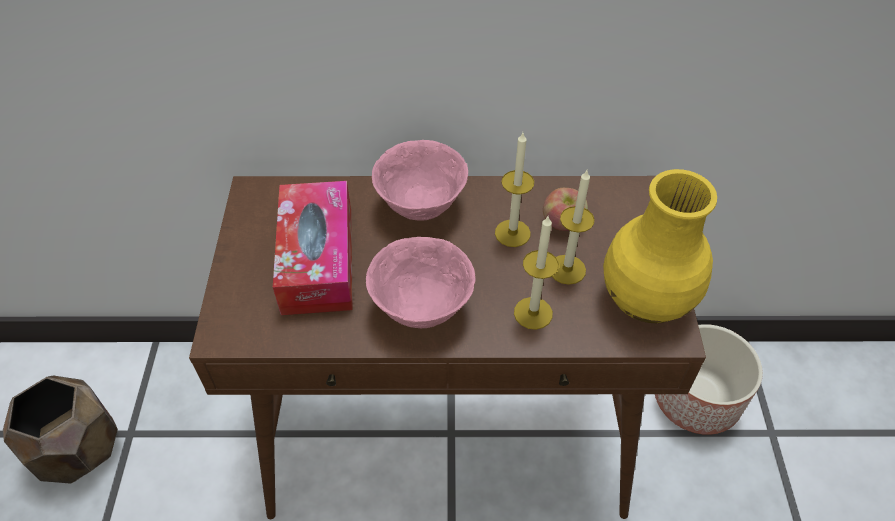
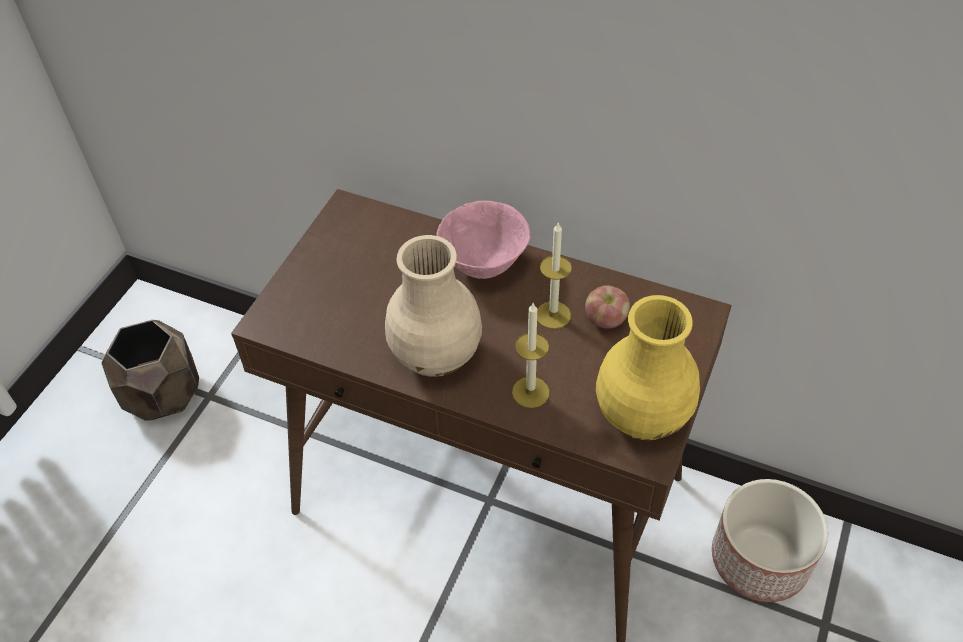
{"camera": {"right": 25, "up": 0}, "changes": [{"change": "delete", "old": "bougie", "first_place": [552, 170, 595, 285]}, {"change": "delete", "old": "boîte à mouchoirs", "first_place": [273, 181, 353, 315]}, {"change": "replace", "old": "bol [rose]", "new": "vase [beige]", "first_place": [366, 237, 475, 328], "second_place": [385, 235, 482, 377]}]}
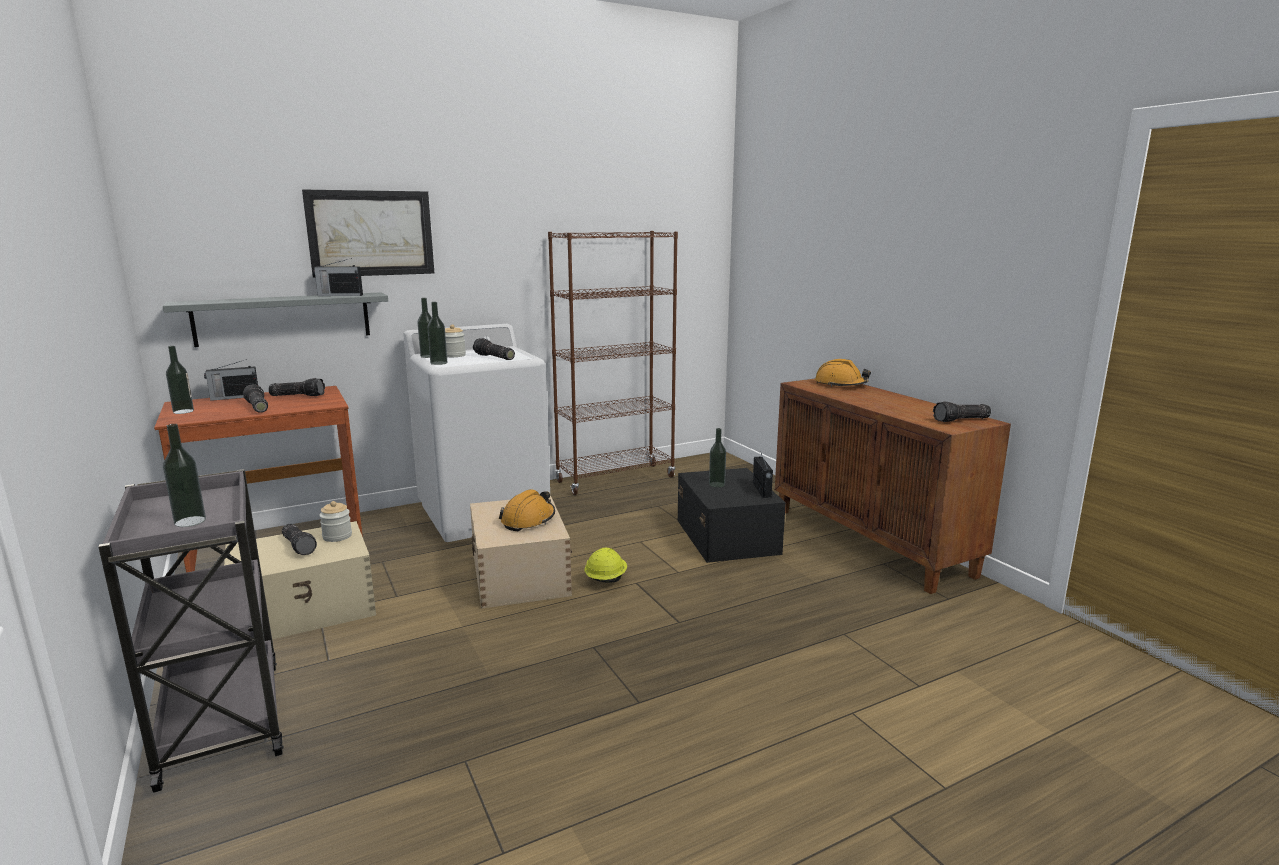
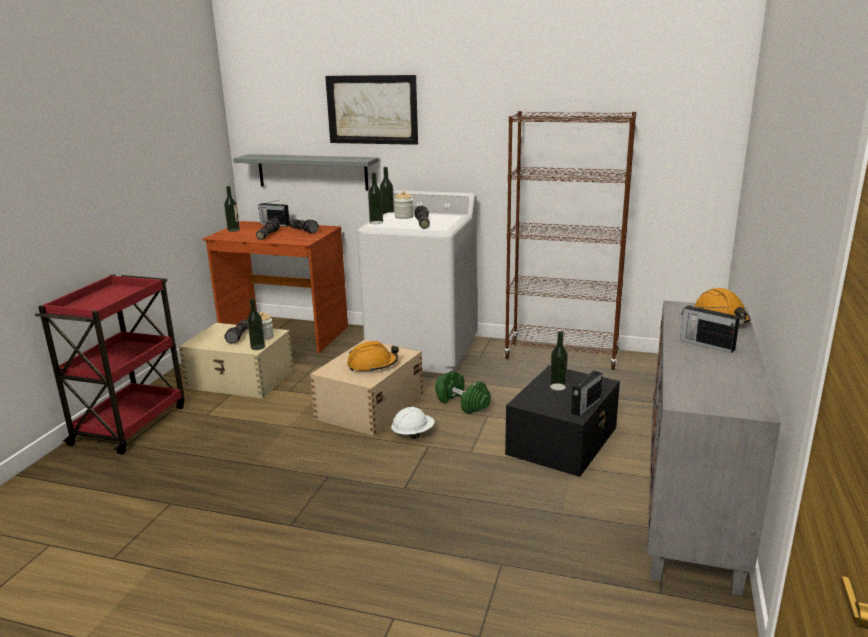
{"camera": {"right": 45, "up": 5}, "changes": [{"change": "move", "old": "radio", "first_place": [313, 258, 363, 296], "second_place": [680, 305, 740, 353]}, {"change": "recolor", "old": "meuble de rangement [marron]", "new": "meuble de rangement [gris]", "first_place": [775, 379, 1011, 594], "second_place": [647, 301, 781, 596]}, {"change": "delete", "old": "lampe de poche", "first_place": [933, 401, 991, 422]}, {"change": "move", "old": "bouteille", "first_place": [163, 424, 206, 527], "second_place": [247, 298, 265, 350]}, {"change": "recolor", "old": "chariot [gris]", "new": "chariot [rouge]", "first_place": [98, 469, 284, 793], "second_place": [35, 274, 185, 455]}, {"change": "recolor", "old": "casque de chantier [jaune]", "new": "casque de chantier [blanc]", "first_place": [584, 548, 627, 583], "second_place": [391, 407, 434, 439]}, {"change": "insert", "new": "haltère [vert]", "second_place": [435, 371, 491, 414]}]}
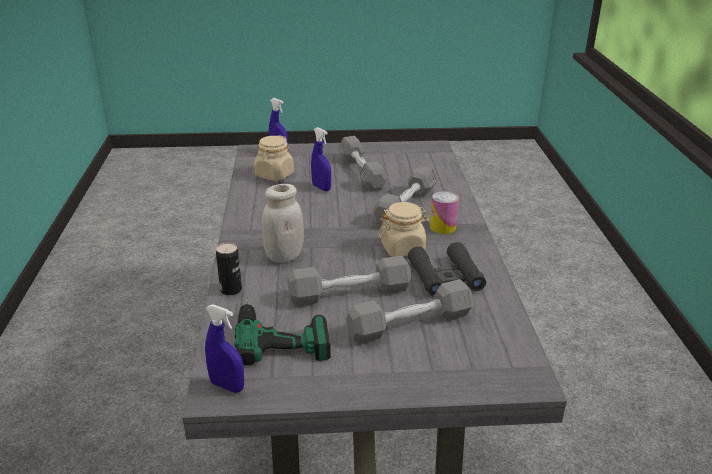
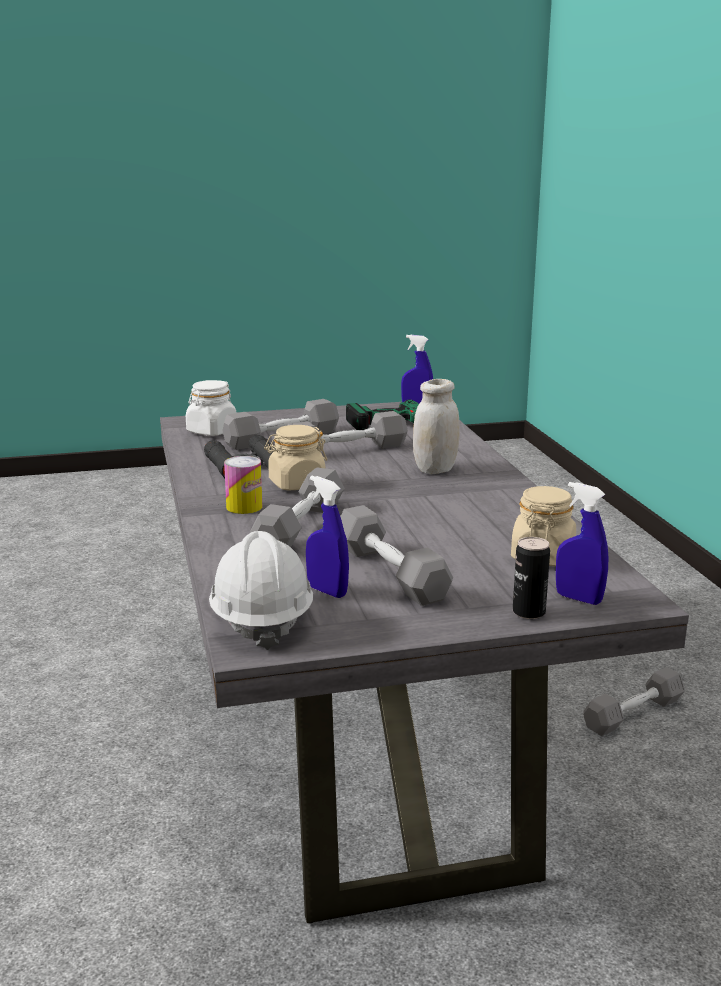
{"camera": {"right": 170, "up": -10}, "changes": [{"change": "move", "old": "vaporisateur [bleu]", "first_place": [311, 127, 331, 192], "second_place": [306, 476, 349, 598]}, {"change": "move", "old": "boîte métallique", "first_place": [216, 243, 242, 296], "second_place": [513, 537, 550, 619]}, {"change": "insert", "new": "bocal [blanc]", "second_place": [186, 380, 237, 436]}, {"change": "insert", "new": "casque de chantier [blanc]", "second_place": [209, 531, 313, 650]}, {"change": "insert", "new": "haltère [gris]", "second_place": [583, 667, 685, 736]}]}
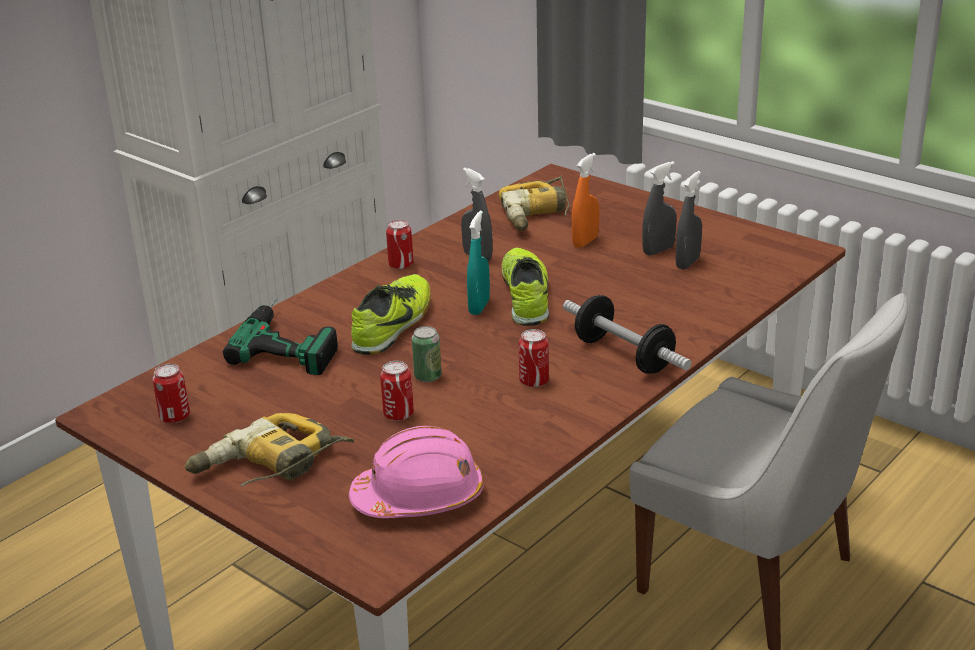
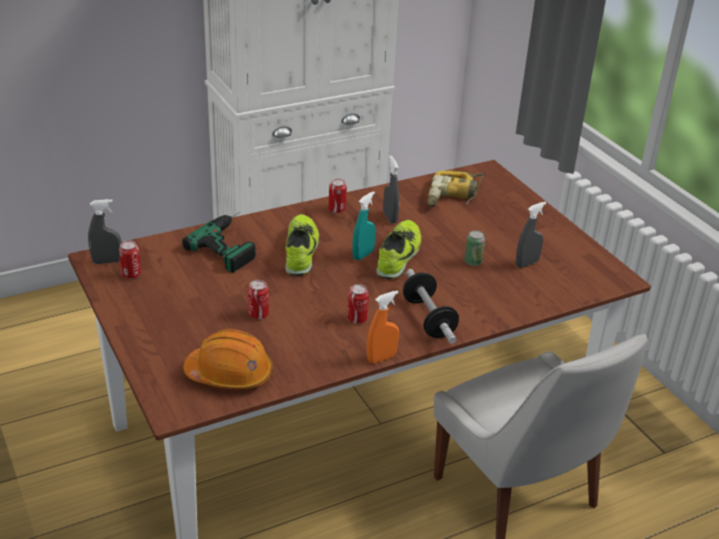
{"camera": {"right": 20, "up": 5}, "changes": [{"change": "move", "old": "vaporisateur [orange]", "first_place": [572, 153, 599, 248], "second_place": [367, 290, 399, 363]}, {"change": "move", "old": "vaporisateur [gris]", "first_place": [642, 161, 676, 255], "second_place": [88, 199, 122, 264]}, {"change": "rotate", "old": "chaussure", "first_place": [351, 274, 431, 355], "second_place": [285, 214, 319, 276], "degrees": -45}, {"change": "move", "old": "boîte métallique", "first_place": [412, 326, 442, 382], "second_place": [465, 230, 485, 266]}, {"change": "delete", "old": "perceuse", "first_place": [185, 413, 354, 486]}, {"change": "recolor", "old": "casque de chantier [rose]", "new": "casque de chantier [orange]", "first_place": [349, 426, 484, 518], "second_place": [183, 329, 273, 389]}]}
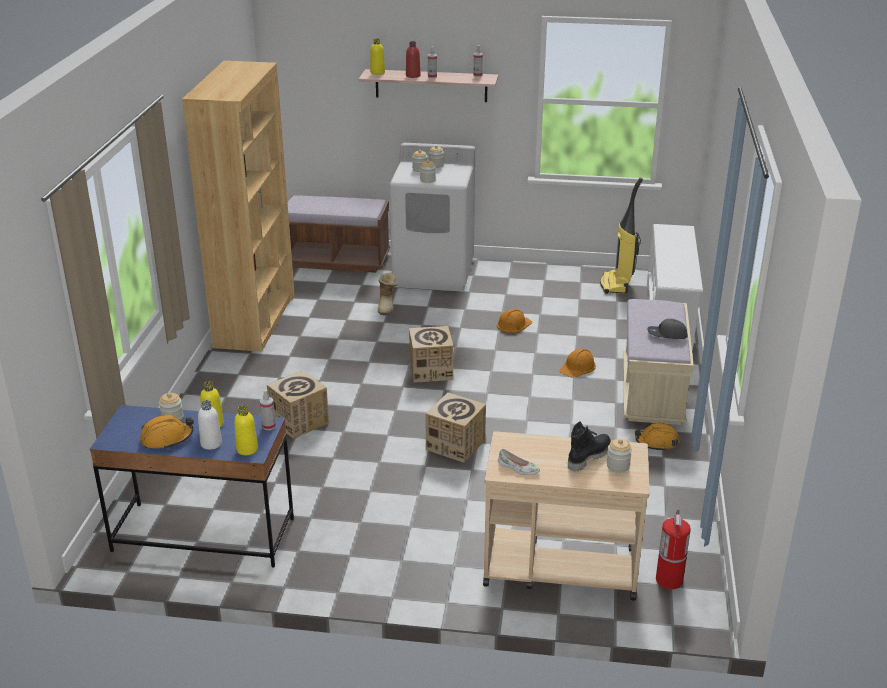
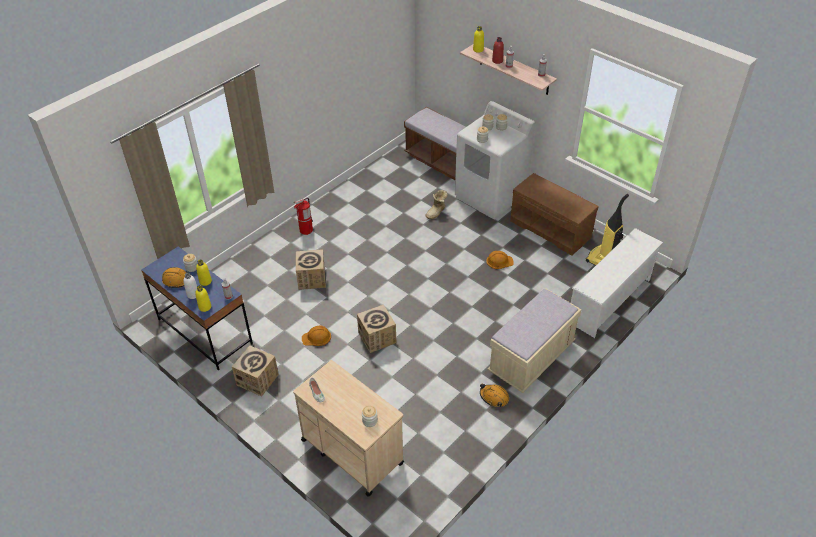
{"camera": {"right": 35, "up": 15}, "changes": [{"change": "delete", "old": "bibliothèque [marron]", "first_place": [182, 61, 295, 352]}, {"change": "delete", "old": "casquette [gris]", "first_place": [647, 319, 688, 339]}, {"change": "move", "old": "carton", "first_place": [409, 326, 453, 383], "second_place": [232, 345, 279, 397]}, {"change": "move", "old": "casque de chantier [orange]", "first_place": [560, 349, 596, 378], "second_place": [302, 325, 331, 346]}, {"change": "delete", "old": "botte [noir]", "first_place": [568, 421, 611, 472]}, {"change": "move", "old": "extincteur", "first_place": [656, 510, 691, 590], "second_place": [294, 198, 313, 235]}, {"change": "insert", "new": "banc [marron]", "second_place": [510, 173, 599, 255]}]}
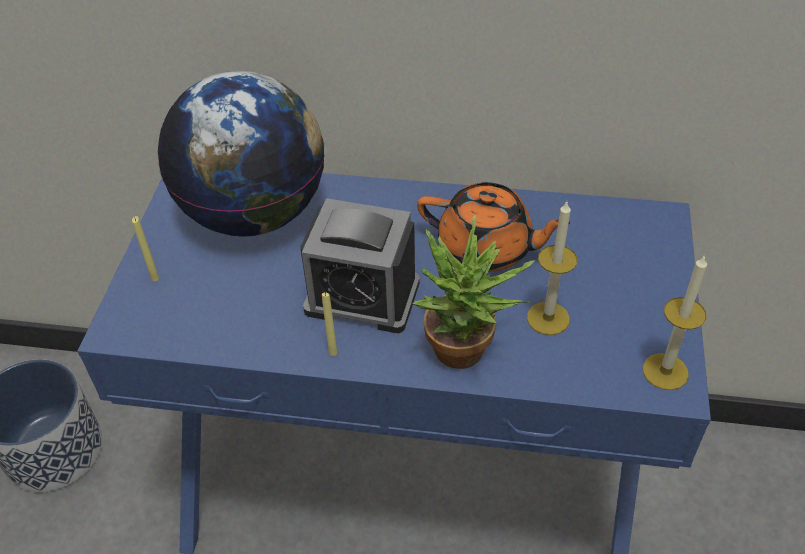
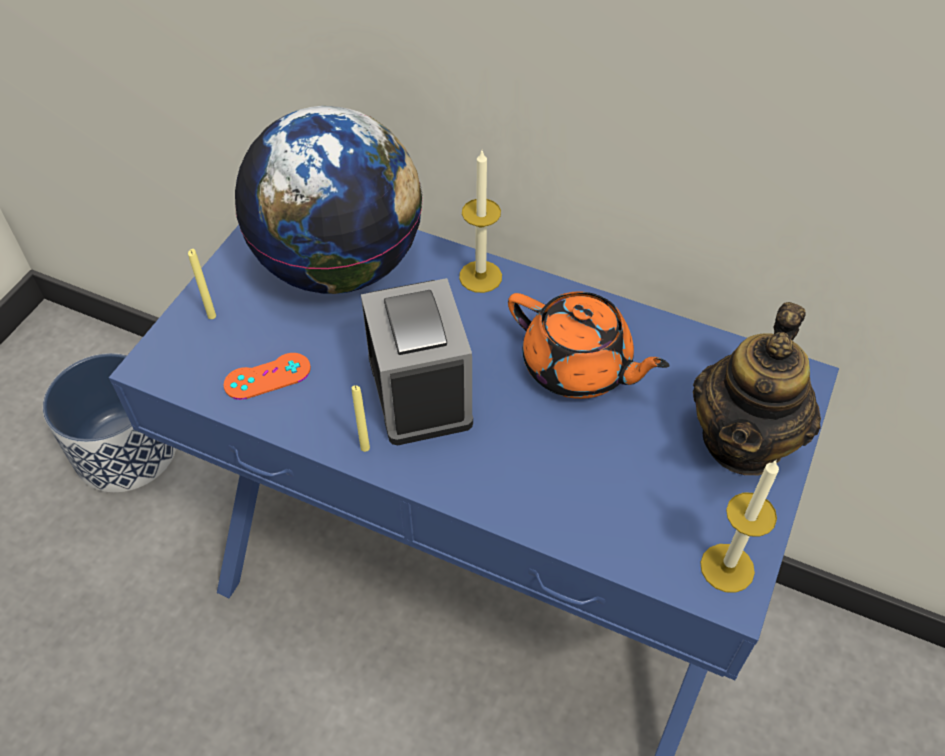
{"camera": {"right": 15, "up": 5}, "changes": [{"change": "rotate", "old": "réveil", "first_place": [300, 198, 420, 333], "second_place": [361, 278, 473, 446], "degrees": -135}, {"change": "move", "old": "bougie", "first_place": [527, 202, 577, 335], "second_place": [459, 151, 502, 293]}, {"change": "delete", "old": "plante en pot", "first_place": [412, 214, 536, 369]}, {"change": "insert", "new": "théière", "second_place": [693, 302, 821, 476]}, {"change": "insert", "new": "manette [orange]", "second_place": [224, 353, 311, 400]}]}
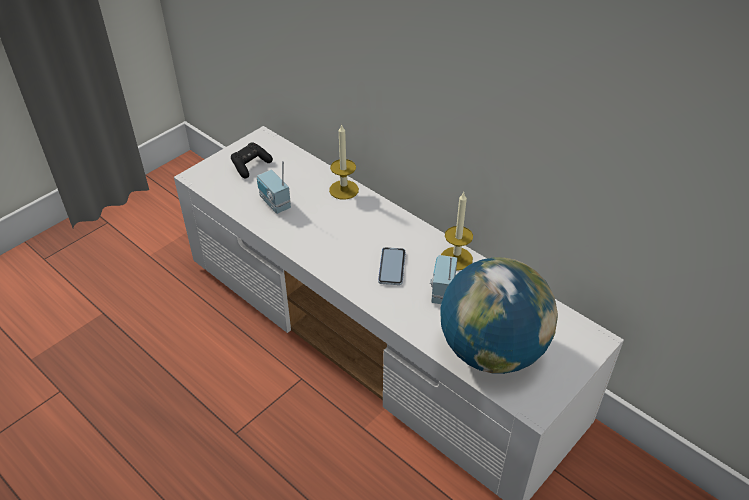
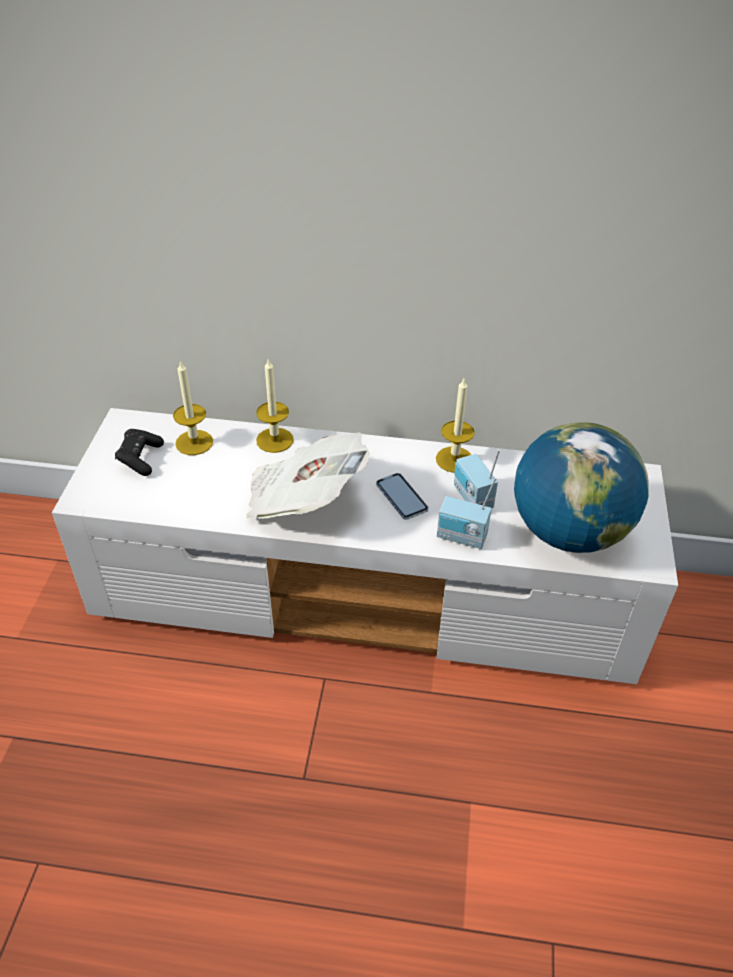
{"camera": {"right": -35, "up": 0}, "changes": [{"change": "move", "old": "radio", "first_place": [257, 161, 291, 214], "second_place": [437, 477, 497, 549]}, {"change": "insert", "new": "bougie", "second_place": [173, 360, 213, 455]}, {"change": "insert", "new": "journal", "second_place": [246, 432, 370, 519]}]}
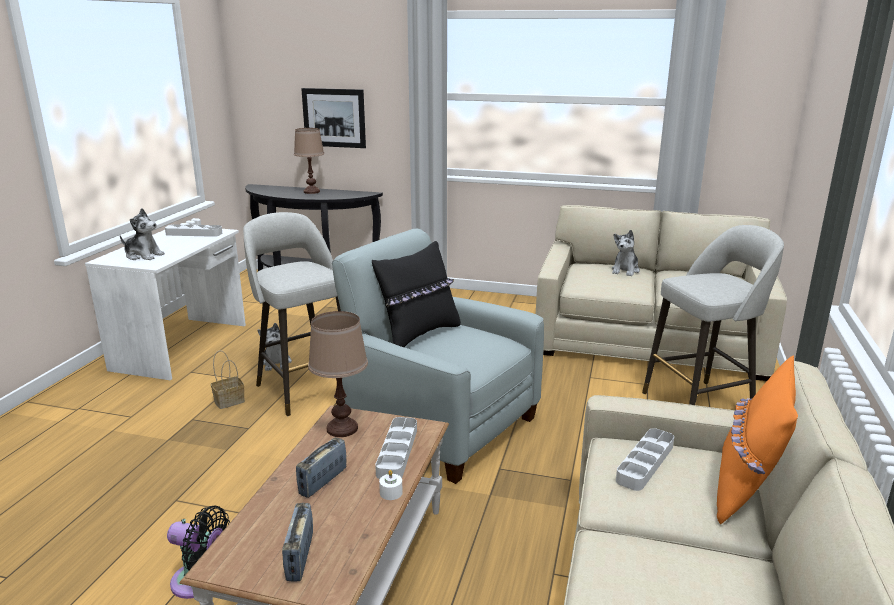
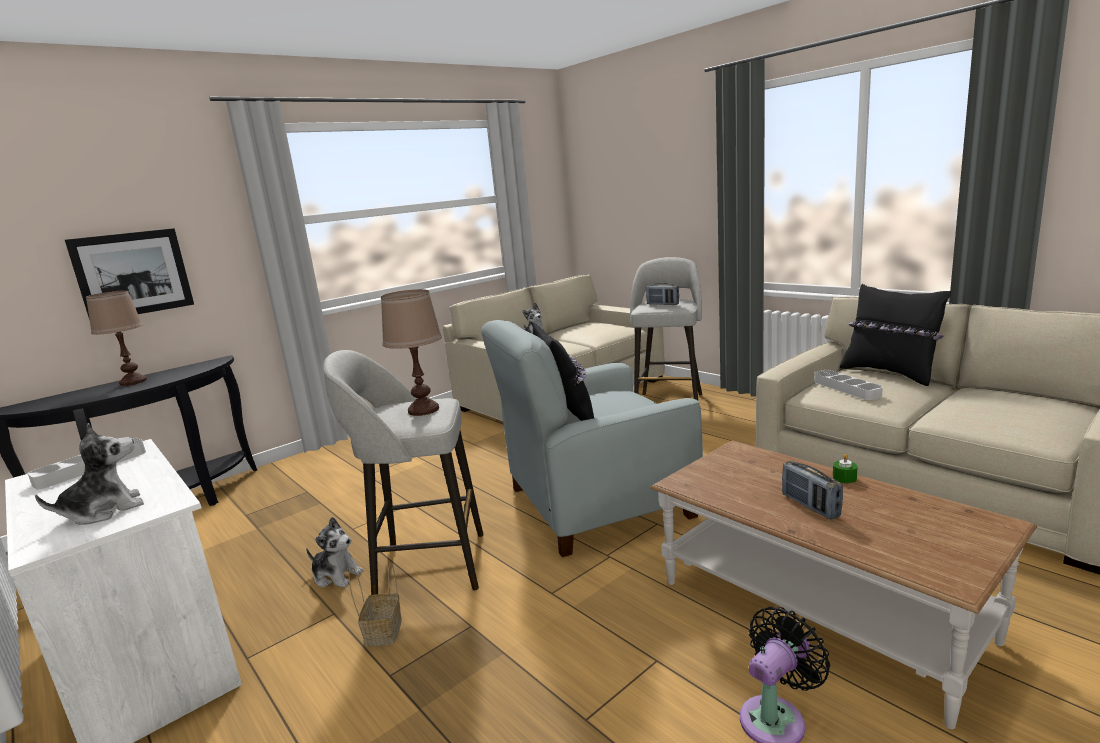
{"camera": {"right": -55, "up": -5}, "changes": [{"change": "move", "old": "lampe de table [marron]", "first_place": [308, 311, 368, 437], "second_place": [381, 289, 442, 416]}, {"change": "recolor", "old": "coussin [orange]", "new": "coussin [noir]", "first_place": [717, 355, 798, 524], "second_place": [840, 284, 951, 386]}, {"change": "delete", "old": "plateau [gris]", "first_place": [375, 417, 417, 479]}, {"change": "recolor", "old": "bougie [blanc]", "new": "bougie [vert]", "first_place": [379, 470, 403, 500], "second_place": [833, 454, 858, 483]}, {"change": "move", "old": "radio", "first_place": [282, 503, 313, 582], "second_place": [646, 283, 679, 305]}]}
